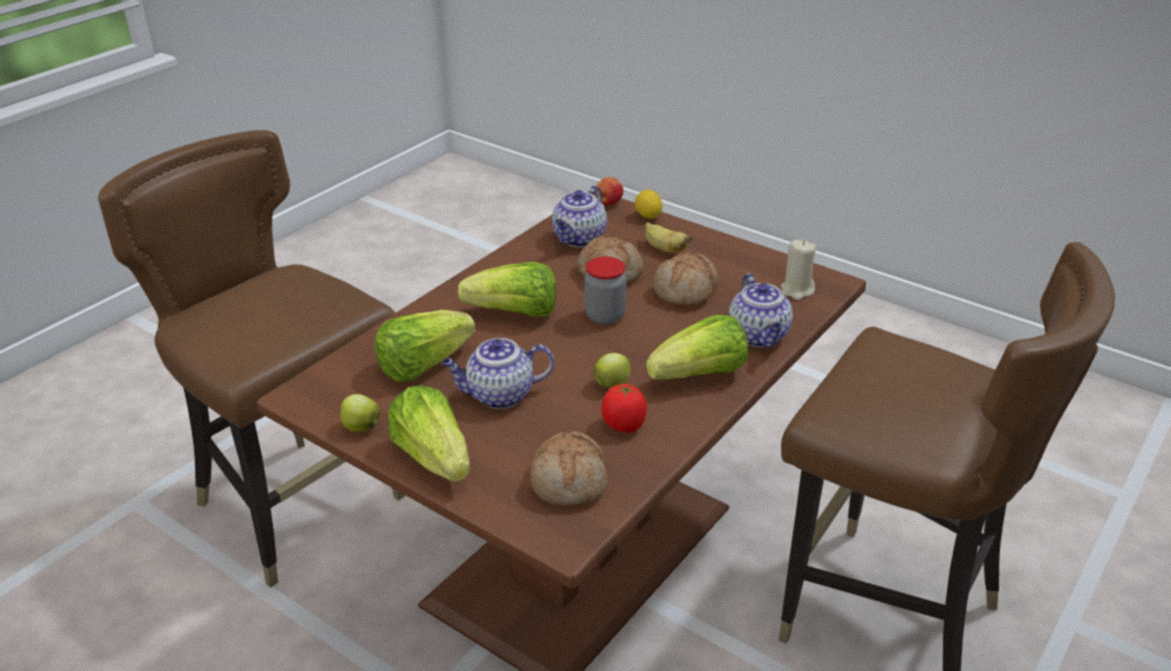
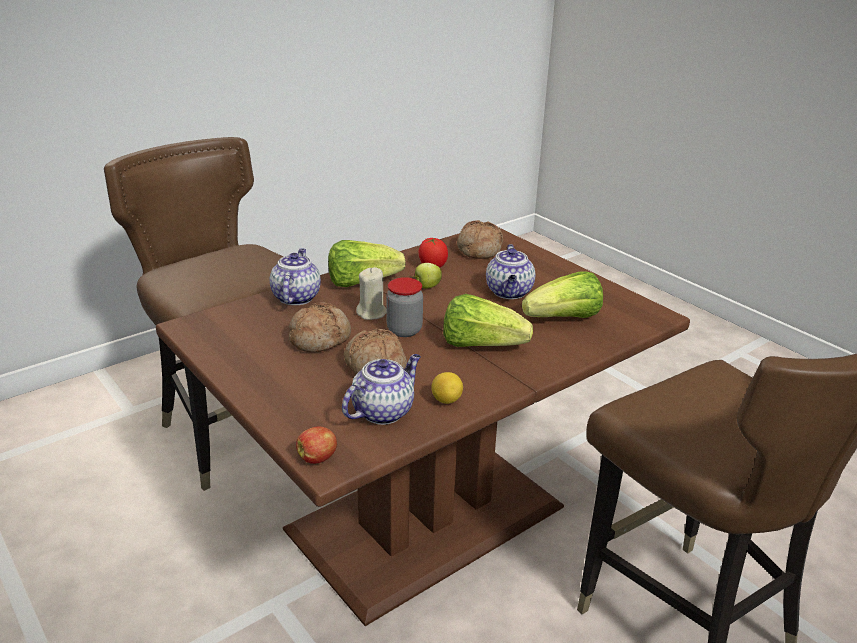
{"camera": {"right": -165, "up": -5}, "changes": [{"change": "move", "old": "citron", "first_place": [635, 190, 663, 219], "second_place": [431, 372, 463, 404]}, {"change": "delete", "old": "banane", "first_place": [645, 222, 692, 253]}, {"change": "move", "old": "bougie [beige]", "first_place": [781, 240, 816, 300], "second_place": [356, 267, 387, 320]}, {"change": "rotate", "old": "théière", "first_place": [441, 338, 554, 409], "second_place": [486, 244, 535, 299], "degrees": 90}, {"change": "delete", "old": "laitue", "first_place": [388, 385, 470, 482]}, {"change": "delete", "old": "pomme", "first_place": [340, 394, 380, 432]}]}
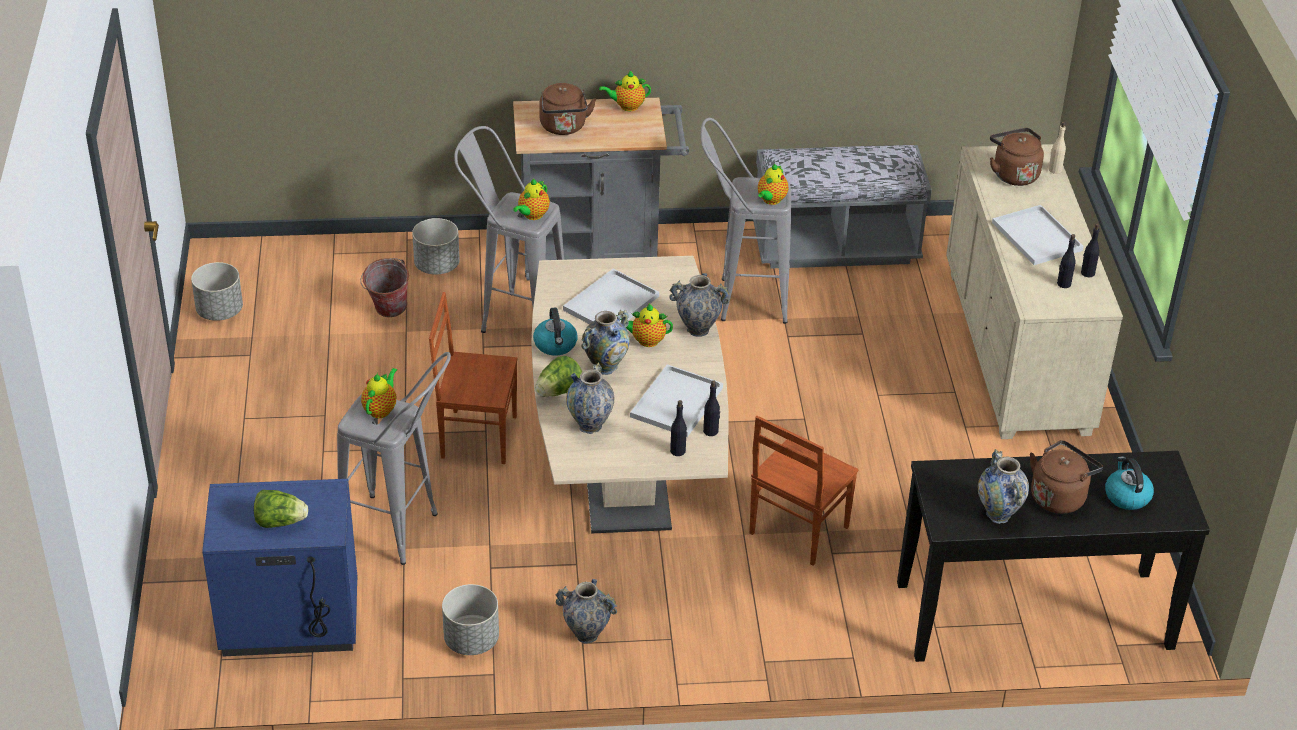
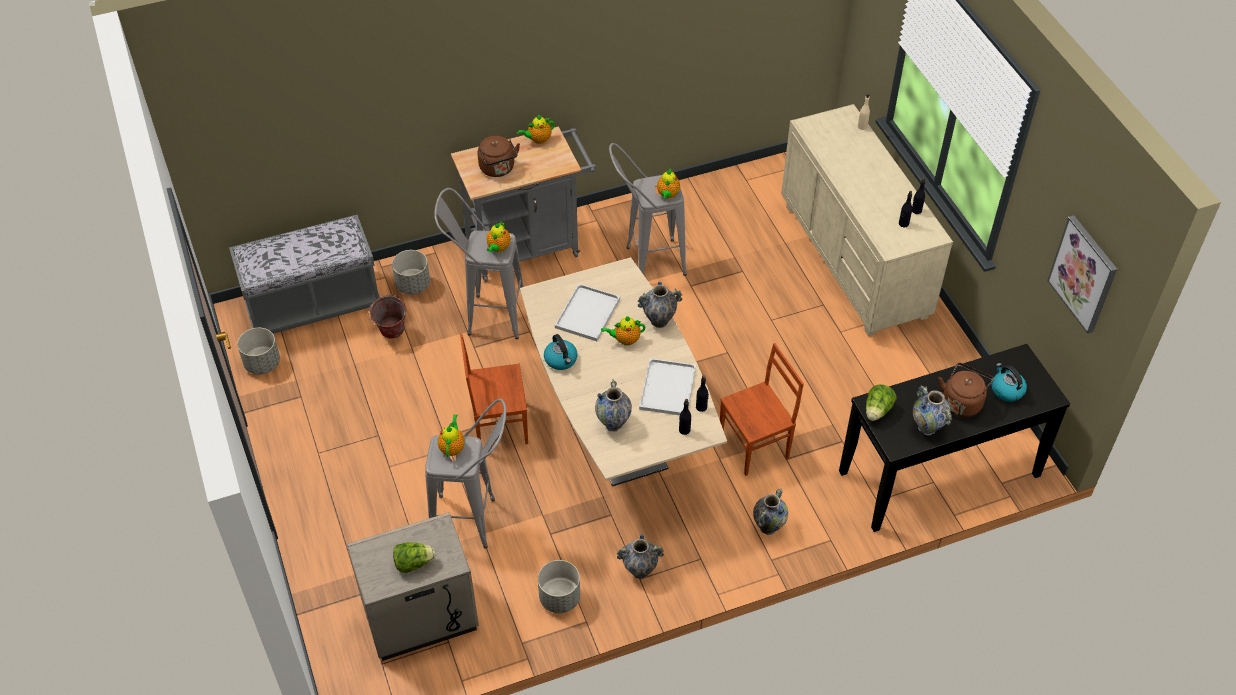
{"camera": {"right": -15, "up": 10}, "changes": [{"change": "delete", "old": "bouilloire [marron]", "first_place": [990, 128, 1044, 186]}, {"change": "move", "old": "banc [gris]", "first_place": [753, 145, 932, 269], "second_place": [229, 215, 380, 334]}, {"change": "delete", "old": "plateau [blanc]", "first_place": [992, 205, 1084, 265]}, {"change": "move", "old": "vase", "first_place": [581, 310, 630, 375], "second_place": [753, 489, 788, 535]}, {"change": "move", "old": "laitue", "first_place": [535, 356, 582, 397], "second_place": [866, 385, 897, 421]}, {"change": "rotate", "old": "chaise [marron]", "first_place": [749, 416, 859, 566], "second_place": [720, 343, 804, 476], "degrees": -135}, {"change": "recolor", "old": "table de chevet [bleu]", "new": "table de chevet [beige]", "first_place": [202, 479, 358, 657], "second_place": [347, 512, 479, 661]}, {"change": "insert", "new": "tableau", "second_place": [1047, 215, 1117, 334]}]}
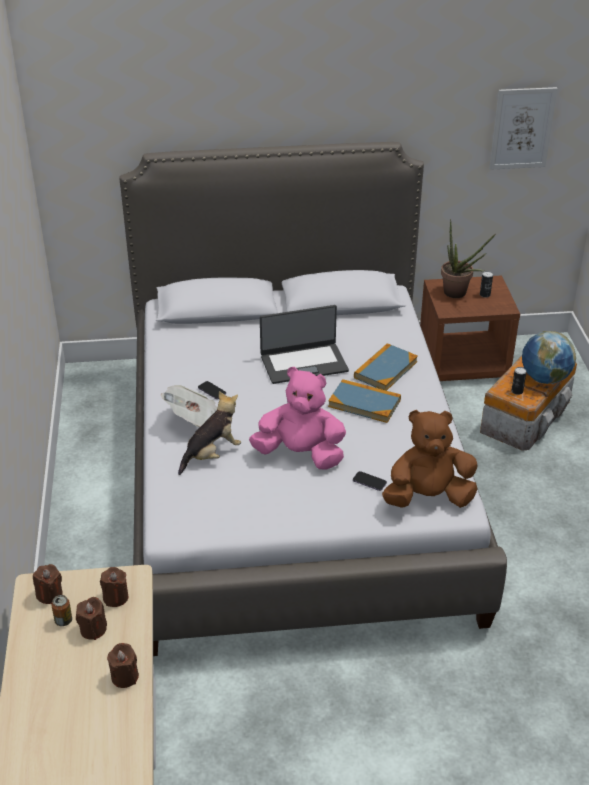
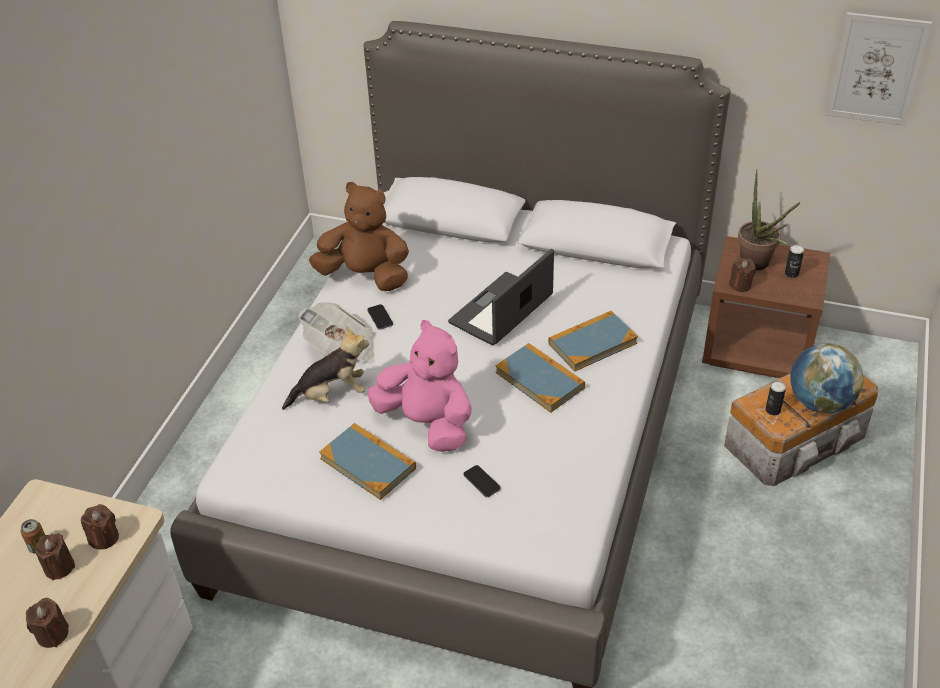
{"camera": {"right": 25, "up": 5}, "changes": [{"change": "rotate", "old": "ordinateur portable", "first_place": [260, 305, 349, 384], "second_place": [448, 249, 554, 345], "degrees": 120}, {"change": "move", "old": "peluche [marron]", "first_place": [382, 410, 478, 508], "second_place": [309, 182, 409, 291]}, {"change": "move", "old": "bougie [marron]", "first_place": [33, 564, 63, 604], "second_place": [729, 258, 756, 292]}, {"change": "insert", "new": "livre", "second_place": [319, 423, 416, 500]}]}
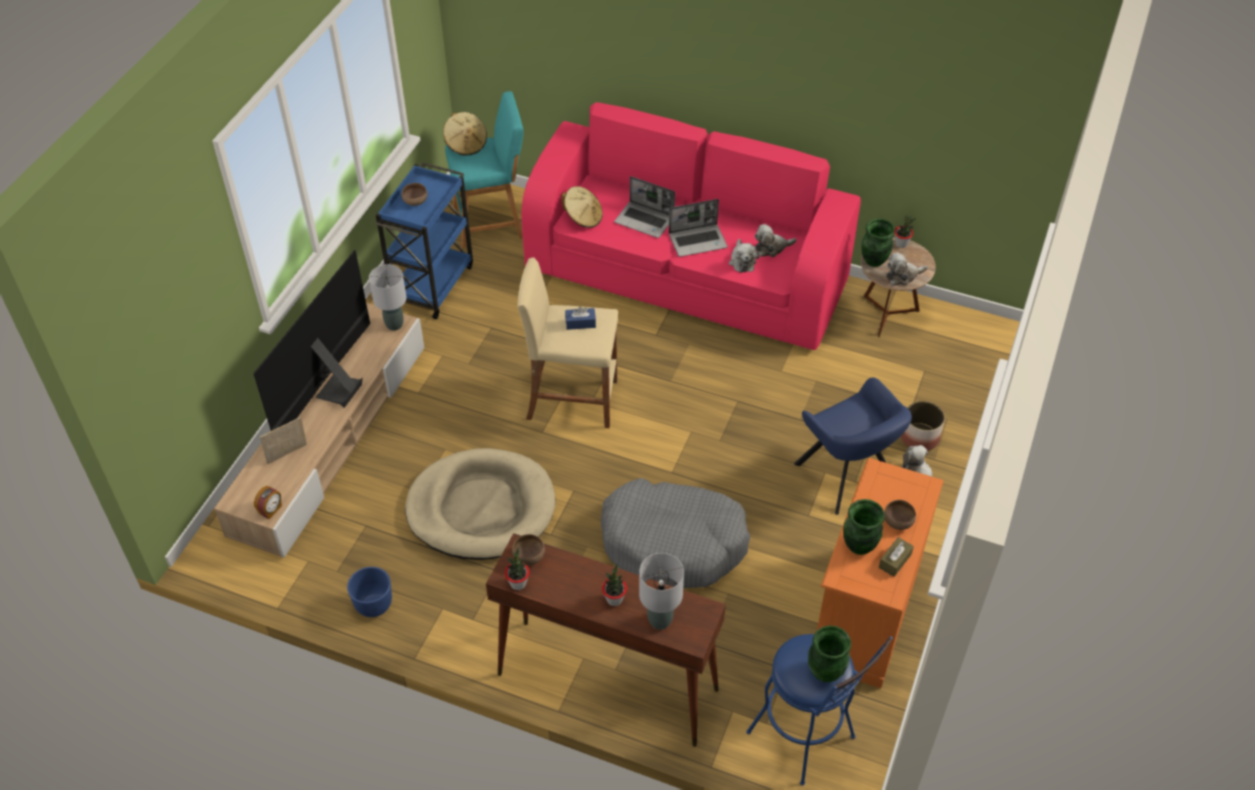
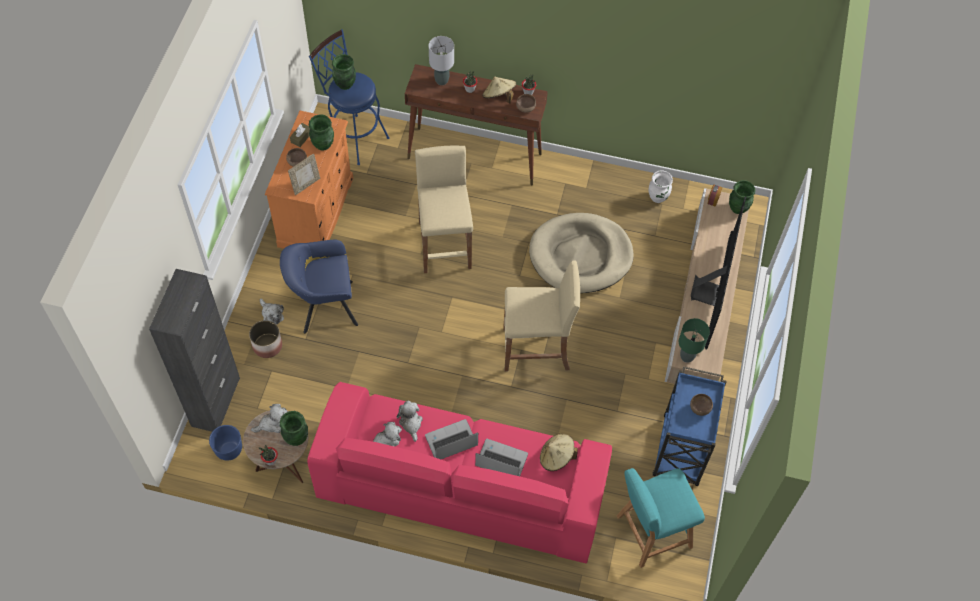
{"camera": {"right": 170, "up": 10}, "changes": [{"change": "move", "old": "chapeau [beige]", "first_place": [443, 112, 487, 156], "second_place": [482, 77, 516, 104]}, {"change": "recolor", "old": "lampe de table [gris]", "new": "lampe de table [vert]", "first_place": [369, 264, 407, 331], "second_place": [679, 318, 710, 363]}, {"change": "delete", "old": "boîte à mouchoirs [bleu]", "first_place": [565, 307, 596, 330]}, {"change": "rotate", "old": "fauteuil [bleu]", "first_place": [794, 377, 912, 515], "second_place": [280, 240, 358, 334], "degrees": -60}, {"change": "move", "old": "cadre photo", "first_place": [260, 417, 307, 464], "second_place": [288, 154, 320, 195]}, {"change": "replace", "old": "panier pour chien [gris]", "new": "tabouret [beige]", "first_place": [601, 478, 751, 588], "second_place": [415, 146, 473, 273]}, {"change": "move", "old": "cache-pot [bleu]", "first_place": [347, 567, 392, 617], "second_place": [209, 425, 242, 461]}, {"change": "insert", "new": "vase [blanc]", "second_place": [648, 170, 673, 203]}, {"change": "insert", "new": "vase [vert]", "second_place": [729, 180, 755, 214]}, {"change": "insert", "new": "meuble de rangement [noir]", "second_place": [149, 269, 240, 432]}]}
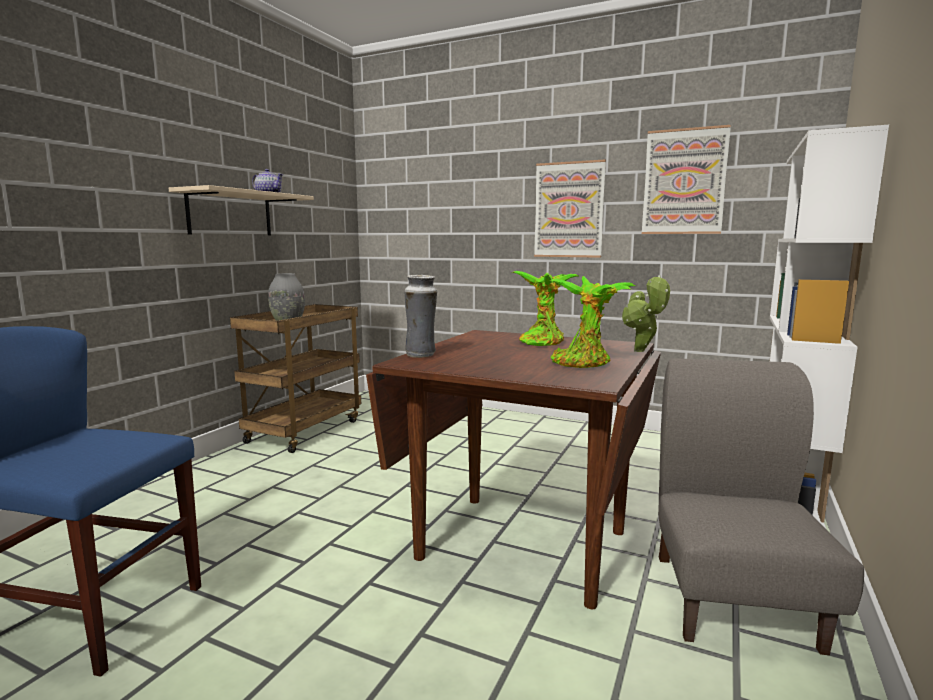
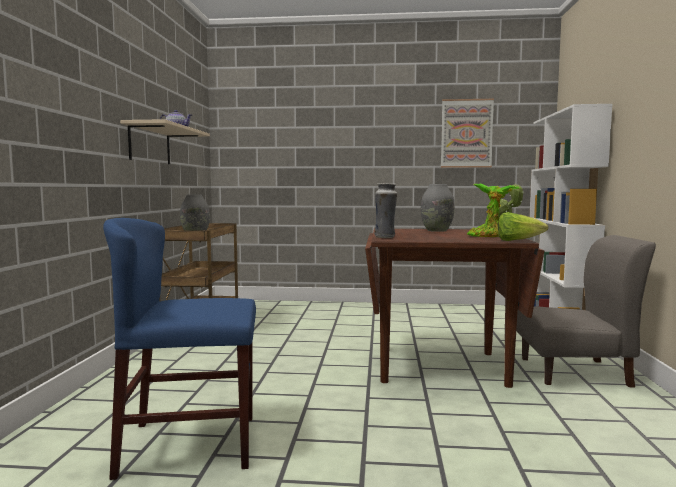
{"camera": {"right": -20, "up": -5}, "changes": [{"change": "delete", "old": "tableau", "first_place": [534, 160, 606, 258]}, {"change": "replace", "old": "plante en pot", "new": "vase [gris]", "first_place": [512, 271, 580, 346], "second_place": [421, 184, 455, 232]}, {"change": "rotate", "old": "chaise [gris]", "first_place": [658, 358, 864, 655], "second_place": [516, 235, 656, 387], "degrees": 105}, {"change": "insert", "new": "laitue", "second_place": [498, 212, 549, 241]}]}
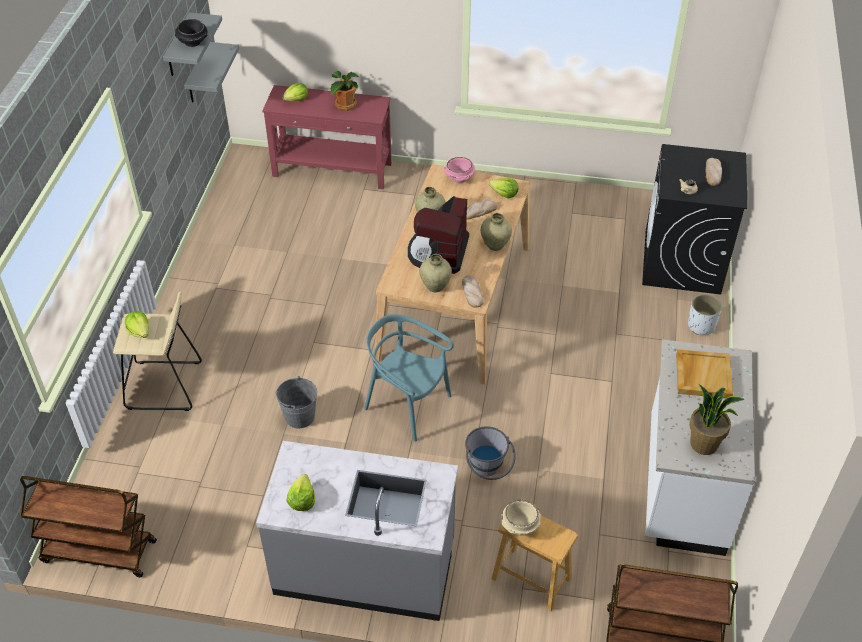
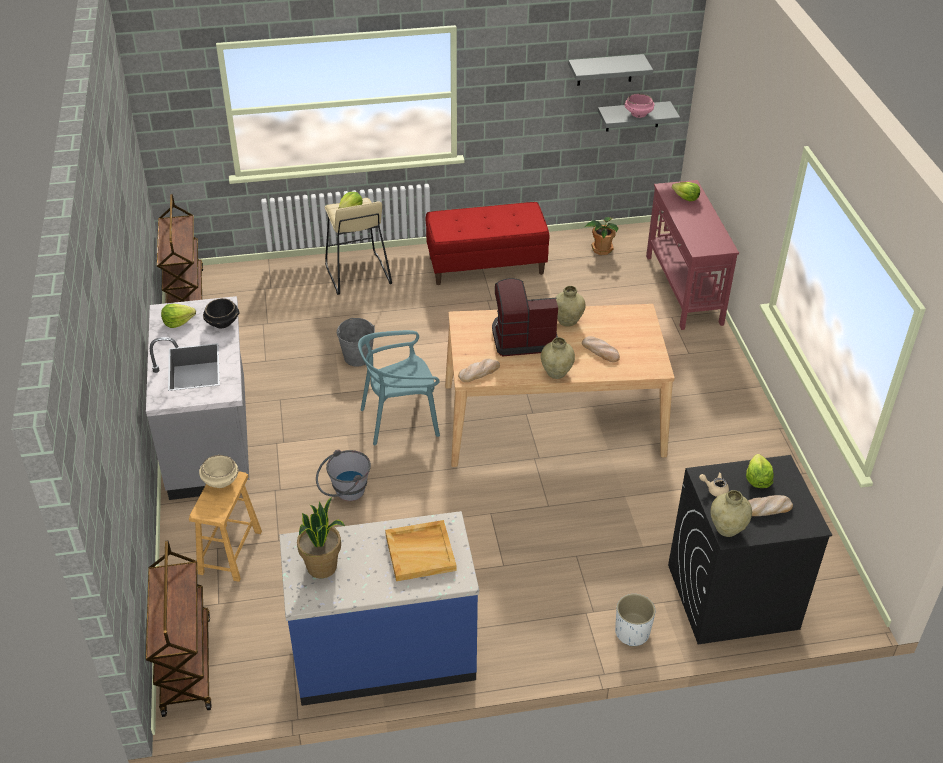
{"camera": {"right": 70, "up": -5}, "changes": [{"change": "move", "old": "bol [noir]", "first_place": [175, 19, 208, 47], "second_place": [203, 298, 240, 328]}, {"change": "move", "old": "plante en pot", "first_place": [331, 71, 358, 111], "second_place": [585, 217, 618, 255]}, {"change": "move", "old": "bol [rose]", "first_place": [444, 157, 475, 183], "second_place": [625, 93, 654, 118]}, {"change": "move", "old": "laitue", "first_place": [489, 178, 519, 199], "second_place": [746, 454, 774, 488]}, {"change": "move", "old": "vase [beige]", "first_place": [420, 254, 452, 292], "second_place": [710, 490, 752, 537]}, {"change": "rotate", "old": "chaise [turquoise]", "first_place": [364, 314, 454, 442], "second_place": [358, 330, 440, 445], "degrees": -120}, {"change": "recolor", "old": "comptoir de cuisine [blanc]", "new": "comptoir de cuisine [bleu]", "first_place": [645, 339, 755, 556], "second_place": [279, 511, 479, 706]}, {"change": "insert", "new": "banc [rouge]", "second_place": [426, 202, 549, 285]}]}
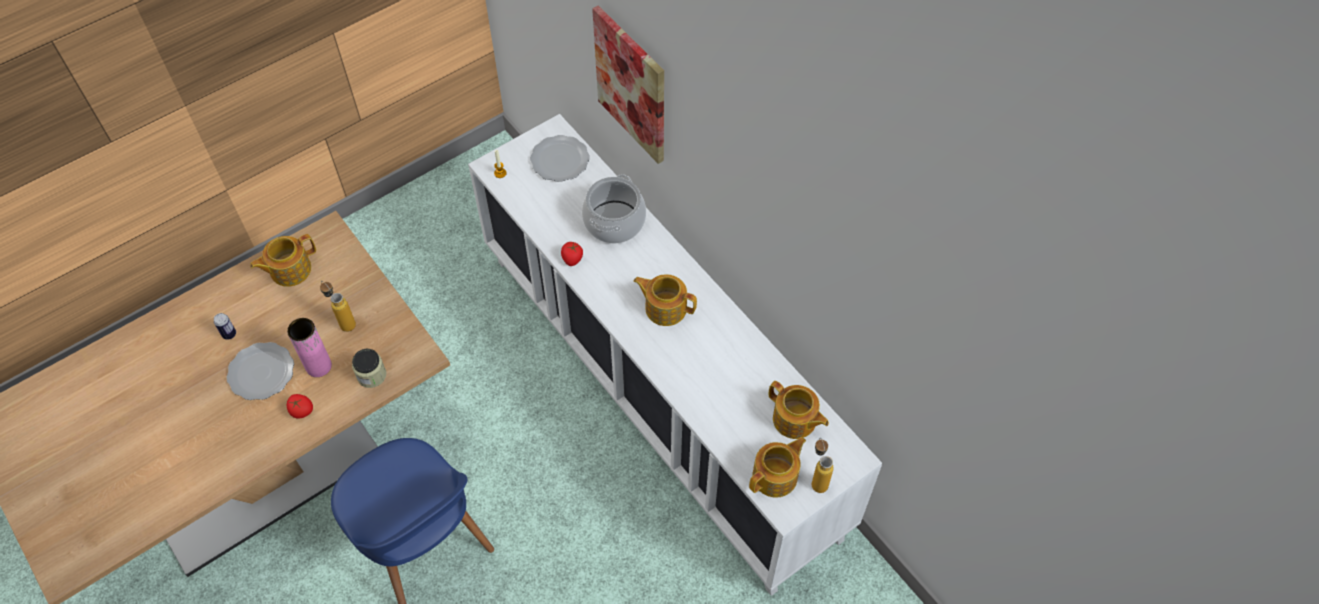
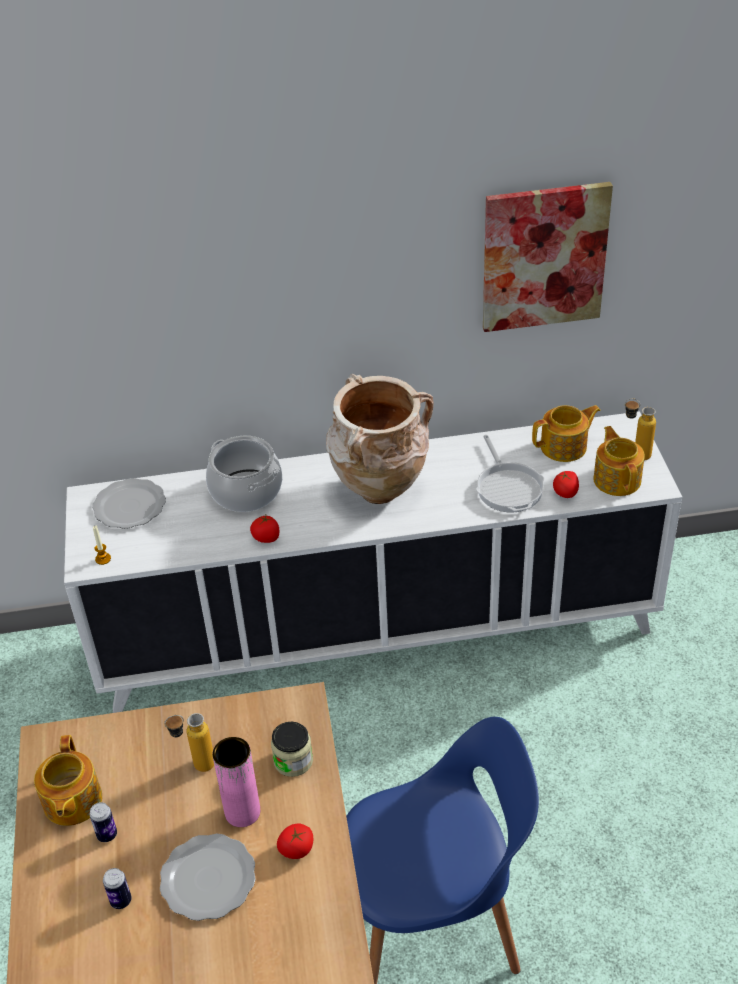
{"camera": {"right": -60, "up": -15}, "changes": [{"change": "move", "old": "tableau", "first_place": [592, 5, 664, 164], "second_place": [483, 182, 613, 332]}, {"change": "replace", "old": "théière", "new": "vase [beige]", "first_place": [634, 274, 697, 326], "second_place": [326, 374, 434, 504]}, {"change": "insert", "new": "poêle", "second_place": [476, 435, 544, 512]}, {"change": "insert", "new": "tomate", "second_place": [553, 471, 579, 498]}, {"change": "insert", "new": "boîte métallique", "second_place": [89, 802, 117, 842]}]}
